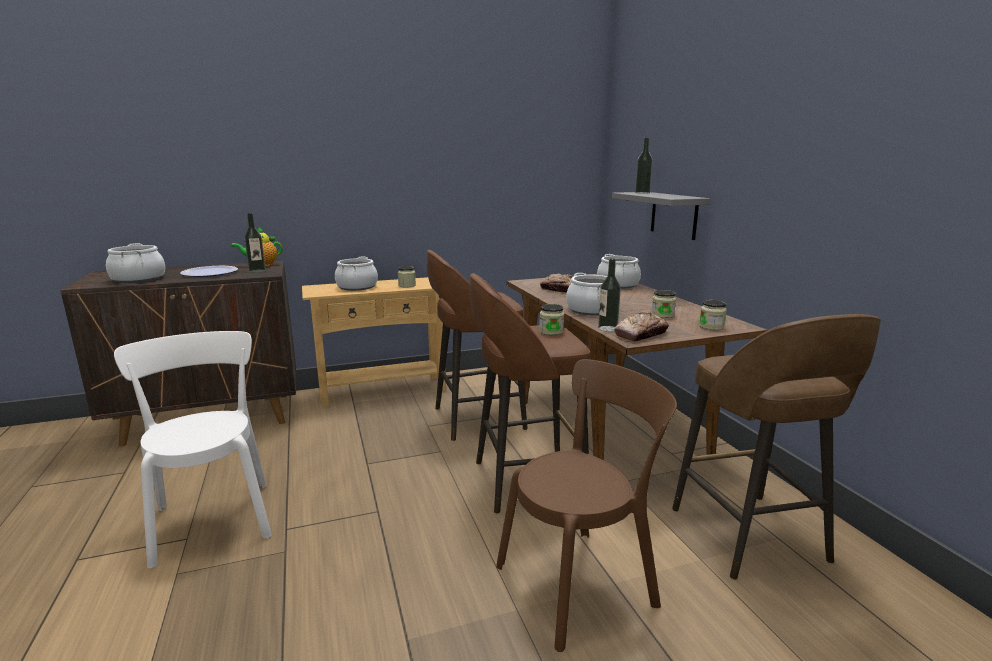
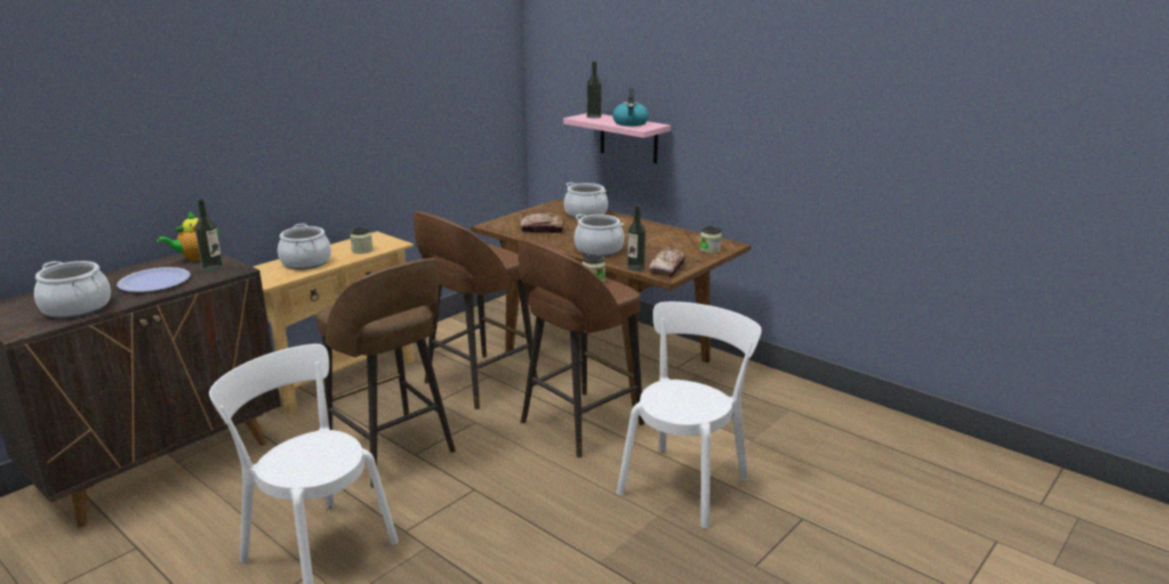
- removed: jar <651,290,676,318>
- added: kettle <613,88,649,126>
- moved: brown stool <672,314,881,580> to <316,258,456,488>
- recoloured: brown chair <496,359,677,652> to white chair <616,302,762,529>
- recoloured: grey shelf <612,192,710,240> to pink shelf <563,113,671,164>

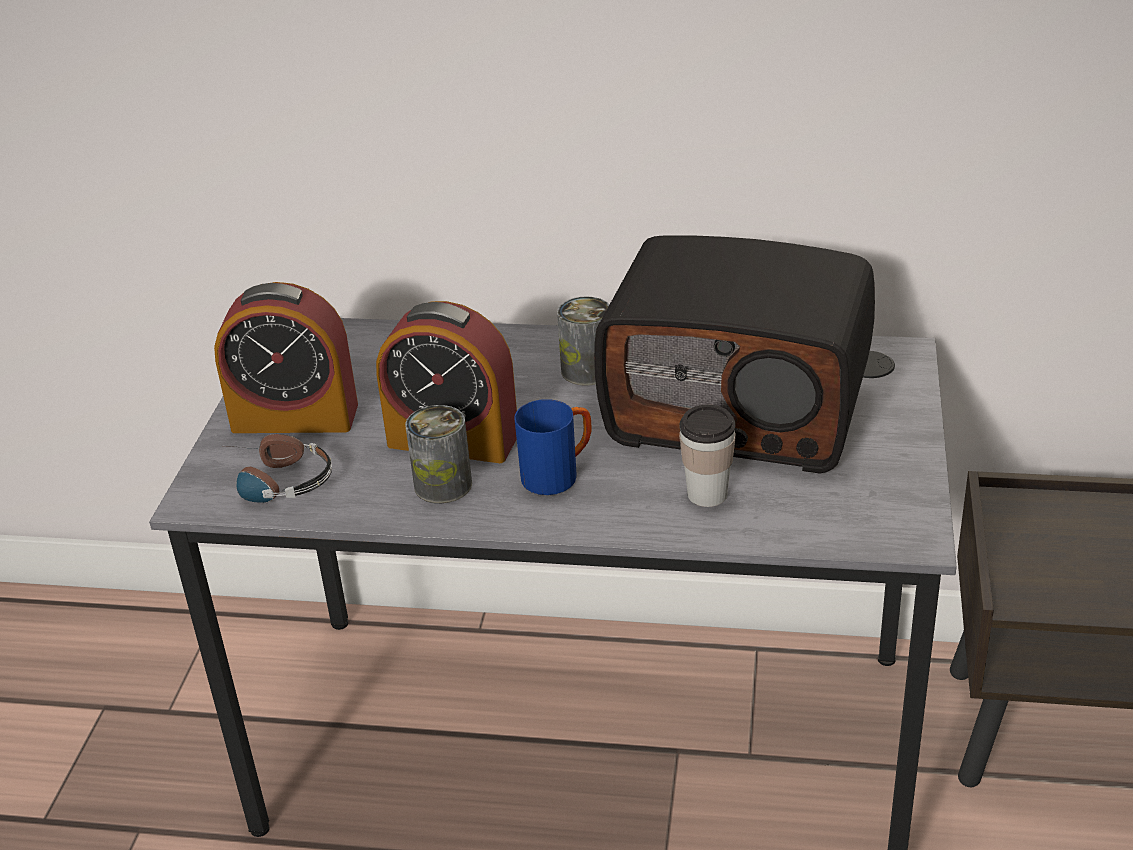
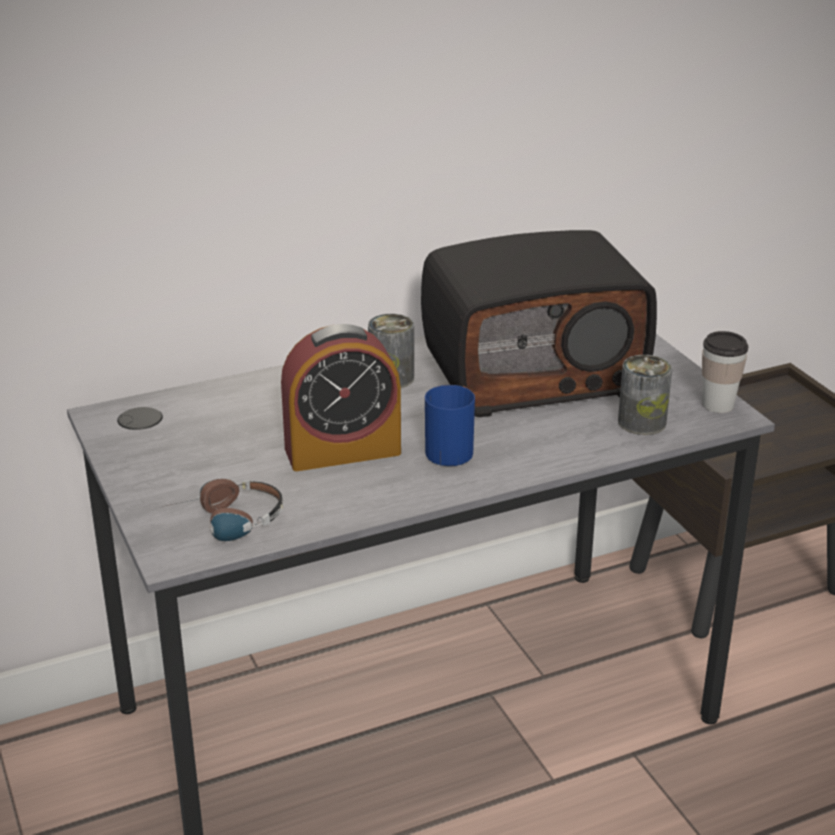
- removed: alarm clock <214,282,358,433>
- moved: can <405,405,472,503> to <618,355,672,435>
- moved: cup <679,405,736,507> to <702,331,748,413>

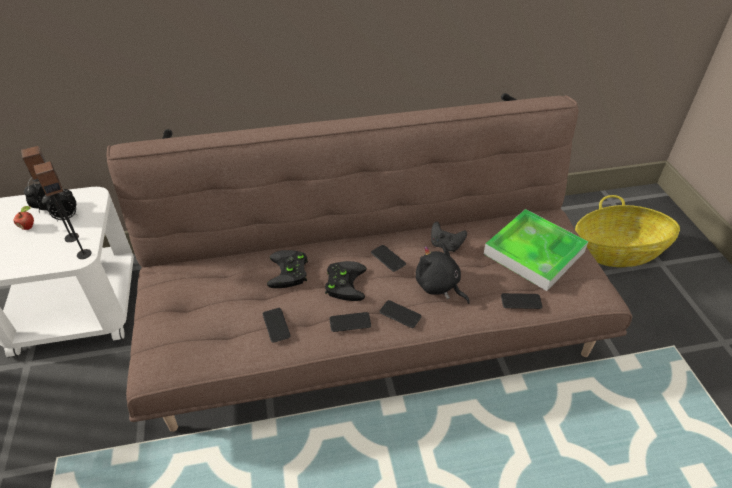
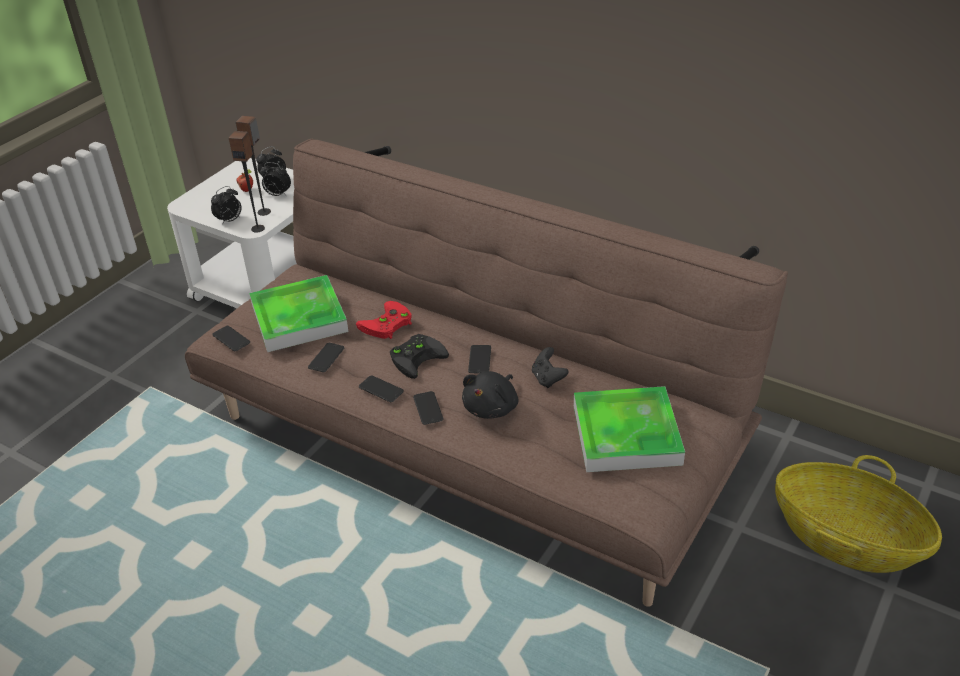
- added: alarm clock <211,186,242,225>
- added: tray <249,275,349,352>
- moved: phone <501,293,543,309> to <212,326,250,351>
- recoloured: black game controller <267,250,308,288> to red game controller <356,301,412,339>
- turned: black plush toy <416,243,470,304> = <462,371,518,419> 150 degrees counterclockwise

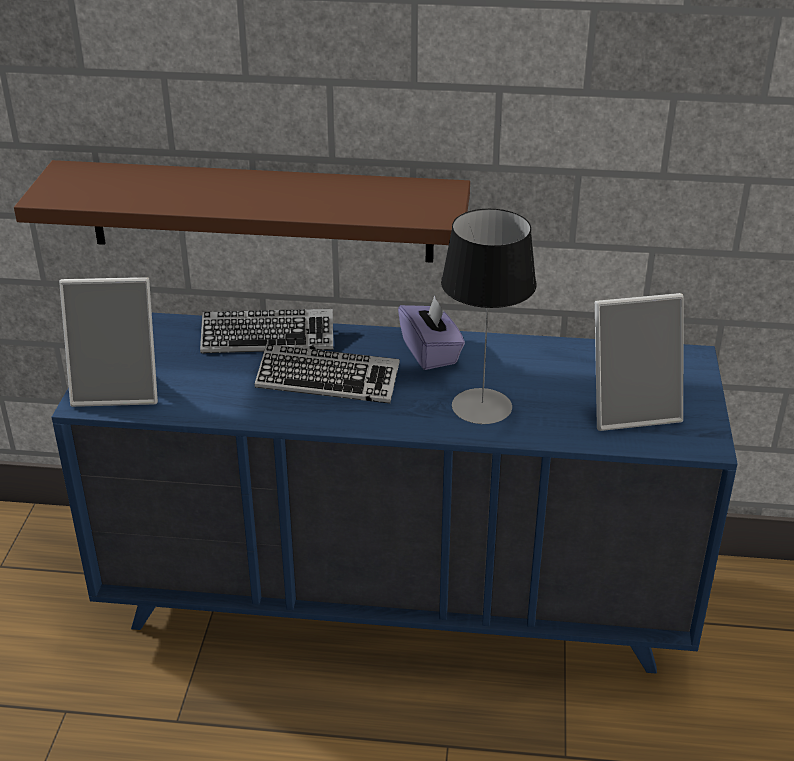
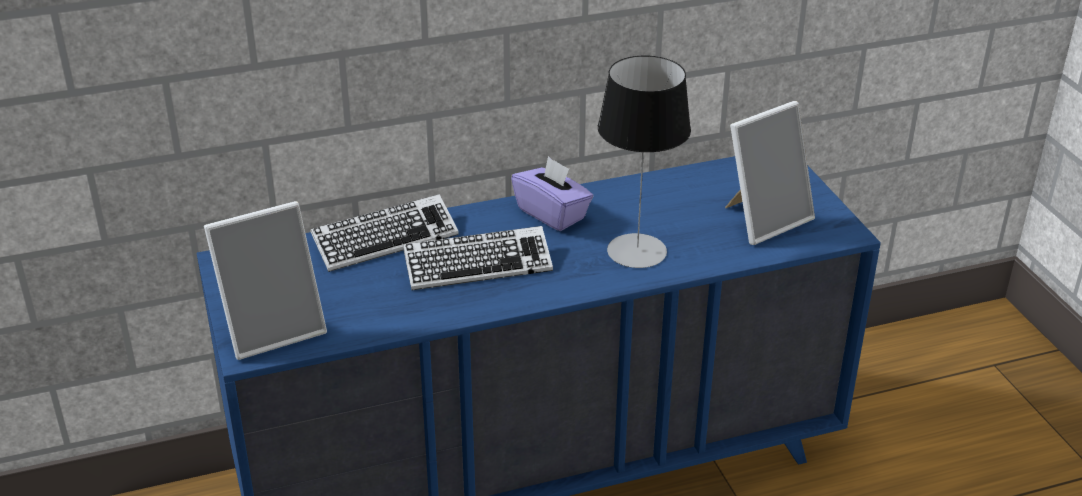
- removed: brown shelf <14,160,470,263>

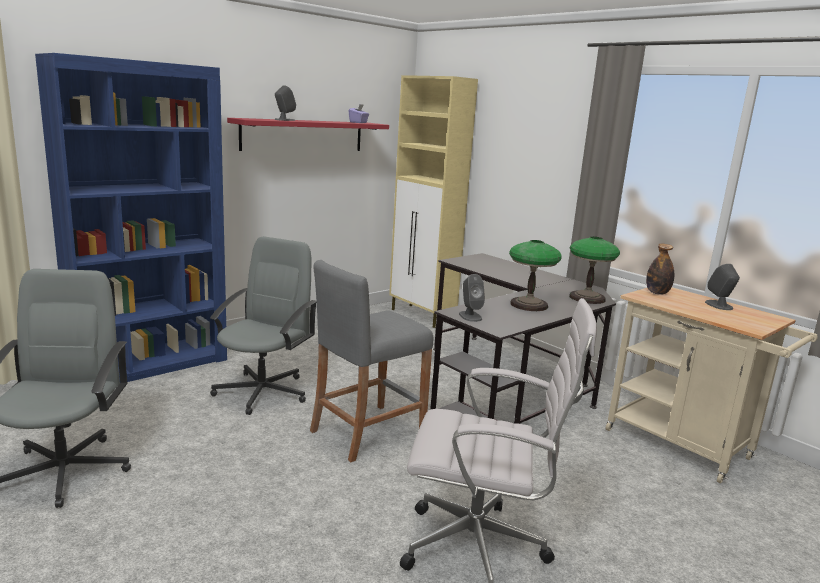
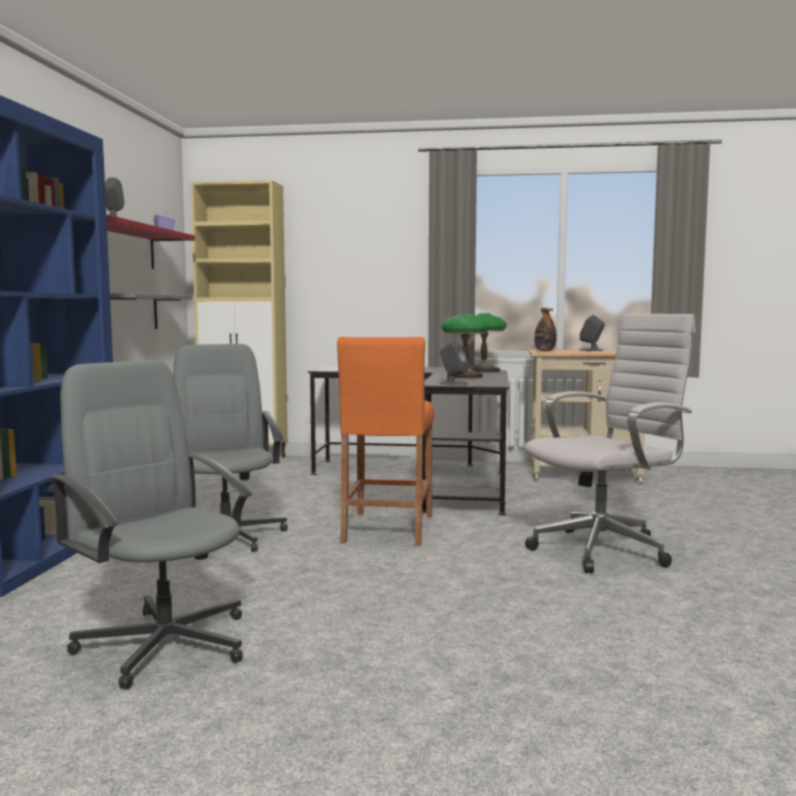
- added: grey shelf <110,293,192,329>
- recoloured: grey stool <310,260,433,462> to orange stool <337,337,434,546>

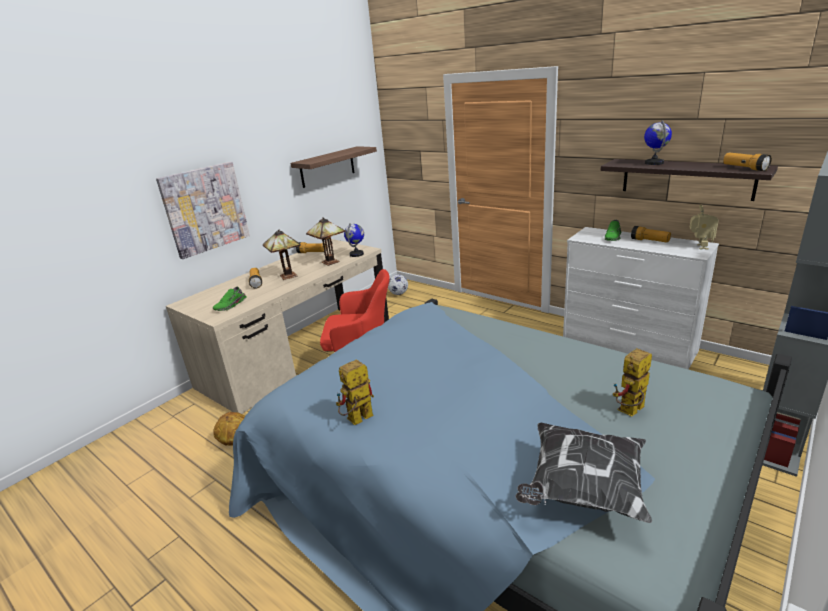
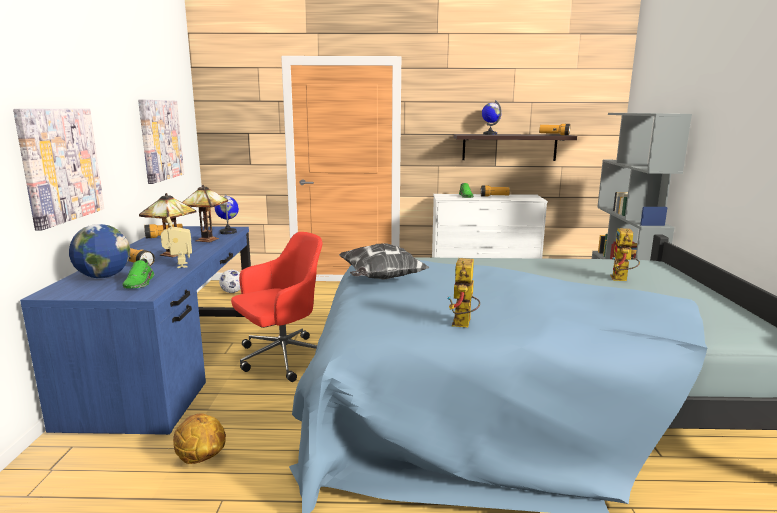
- added: globe <69,224,130,278>
- moved: pillow <516,422,652,523> to <339,244,430,280>
- moved: toy robot <690,205,719,250> to <161,216,192,268>
- replaced: shelf <290,146,377,188> to picture <138,100,184,184>
- recoloured: beige desk <166,239,389,414> to blue desk <20,226,251,435>

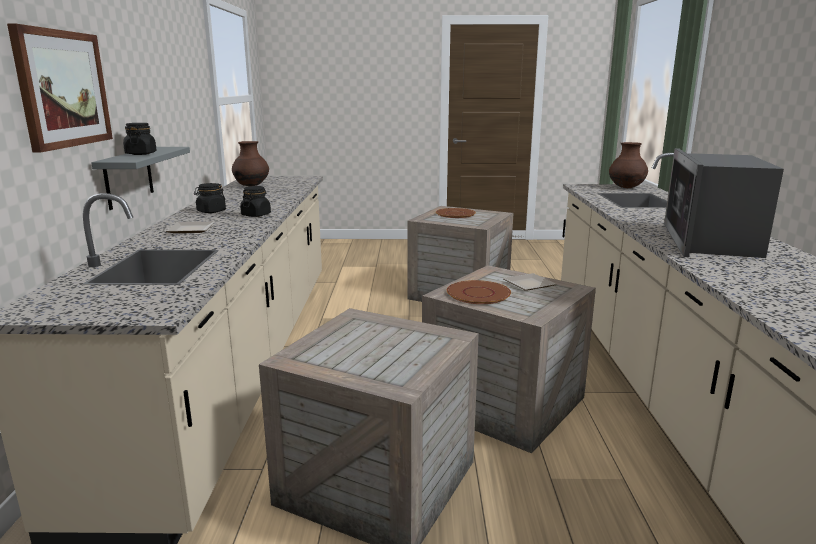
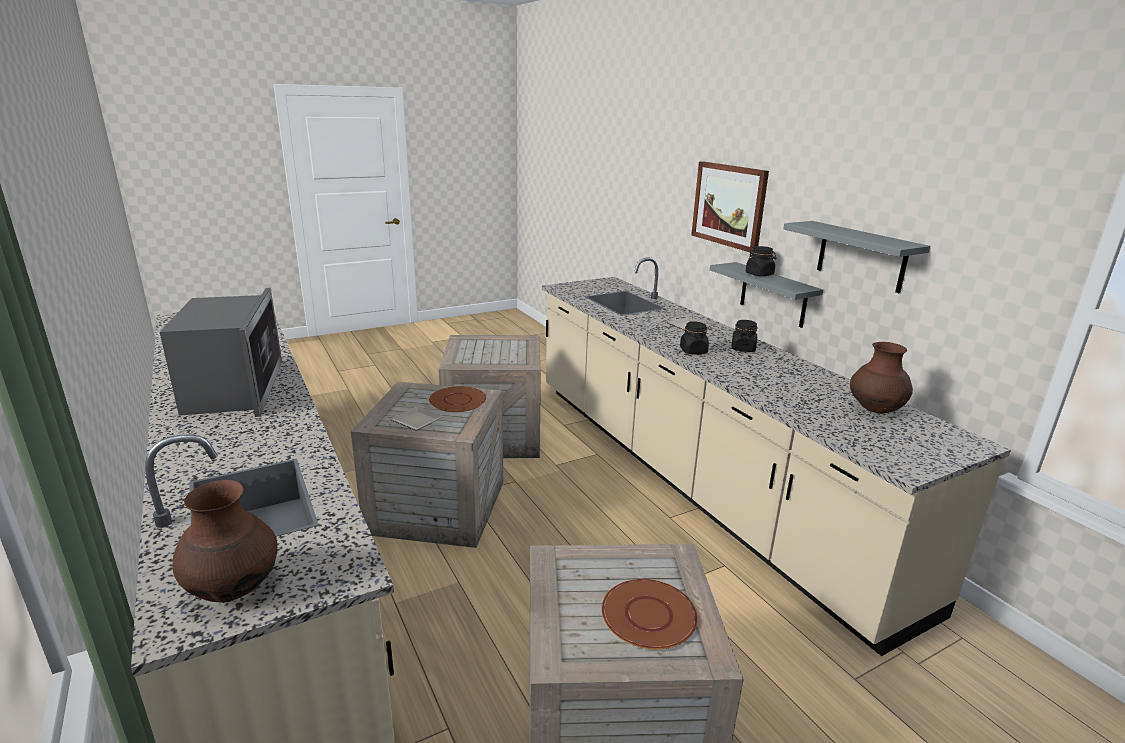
- added: grey shelf <783,221,930,293>

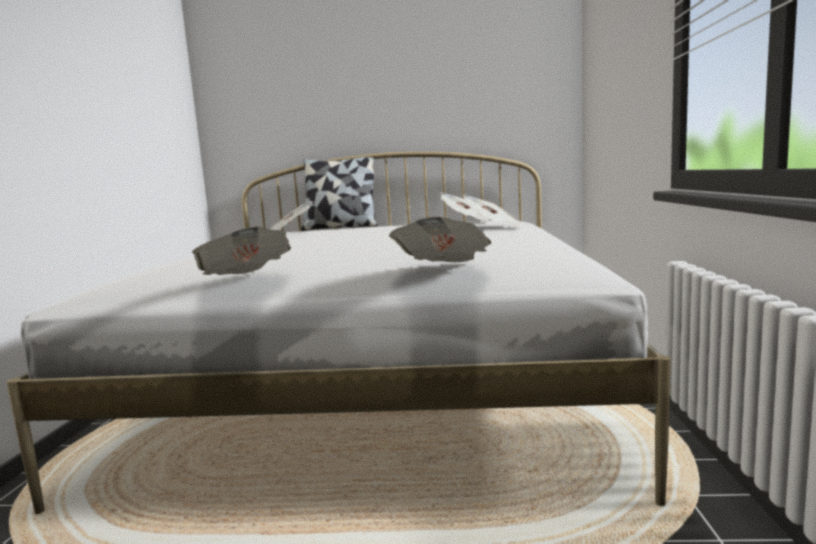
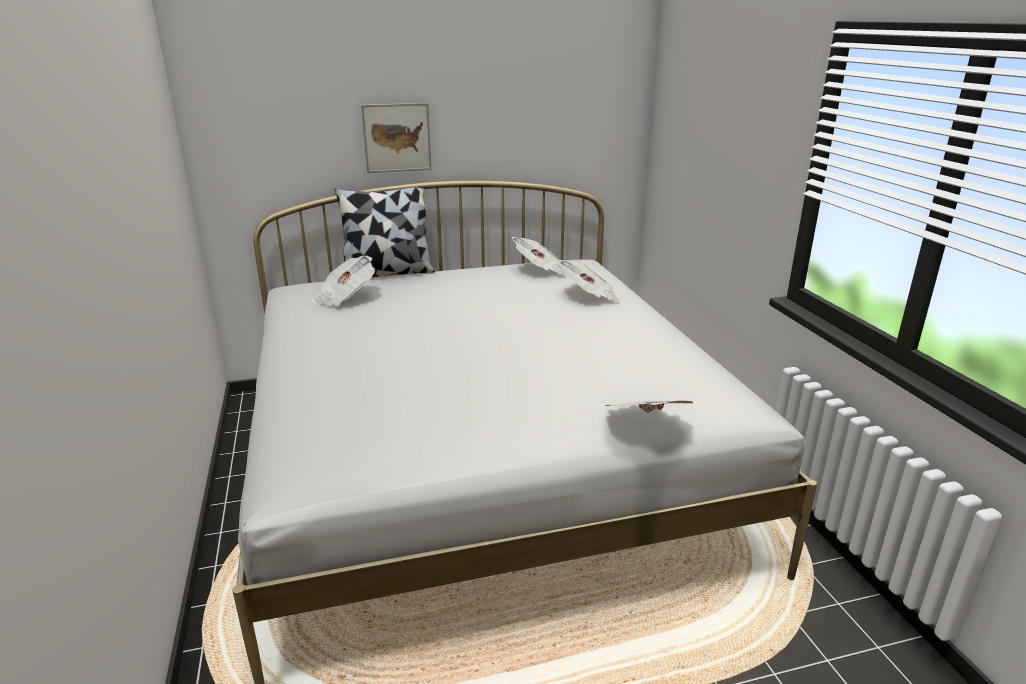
- removed: newspaper <192,227,291,275>
- added: picture <361,103,432,173>

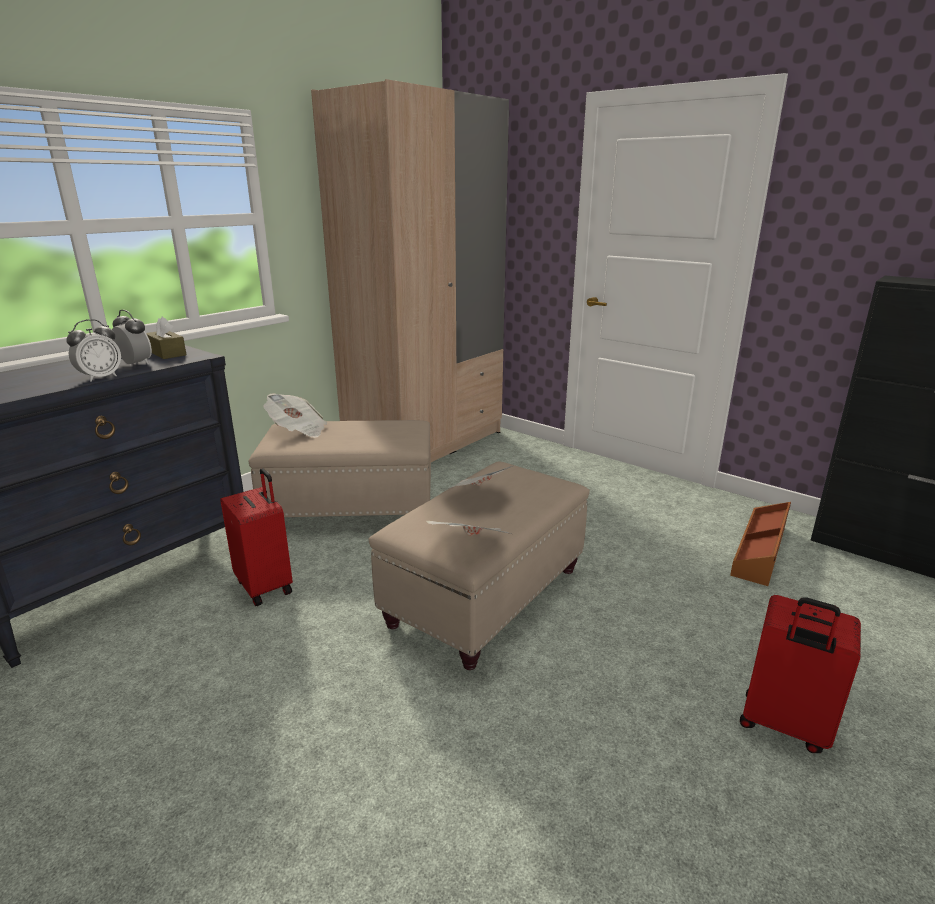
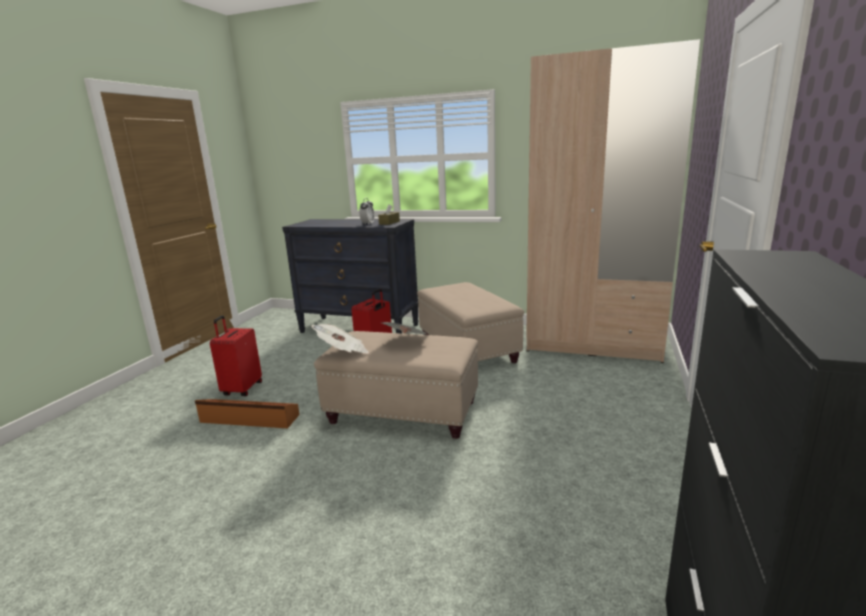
- removed: alarm clock <66,319,121,382>
- removed: newspaper <263,393,328,438>
- moved: brown storage box <730,502,791,586> to <195,399,300,428>
- moved: red suitcase <740,595,861,753> to <210,315,262,396>

